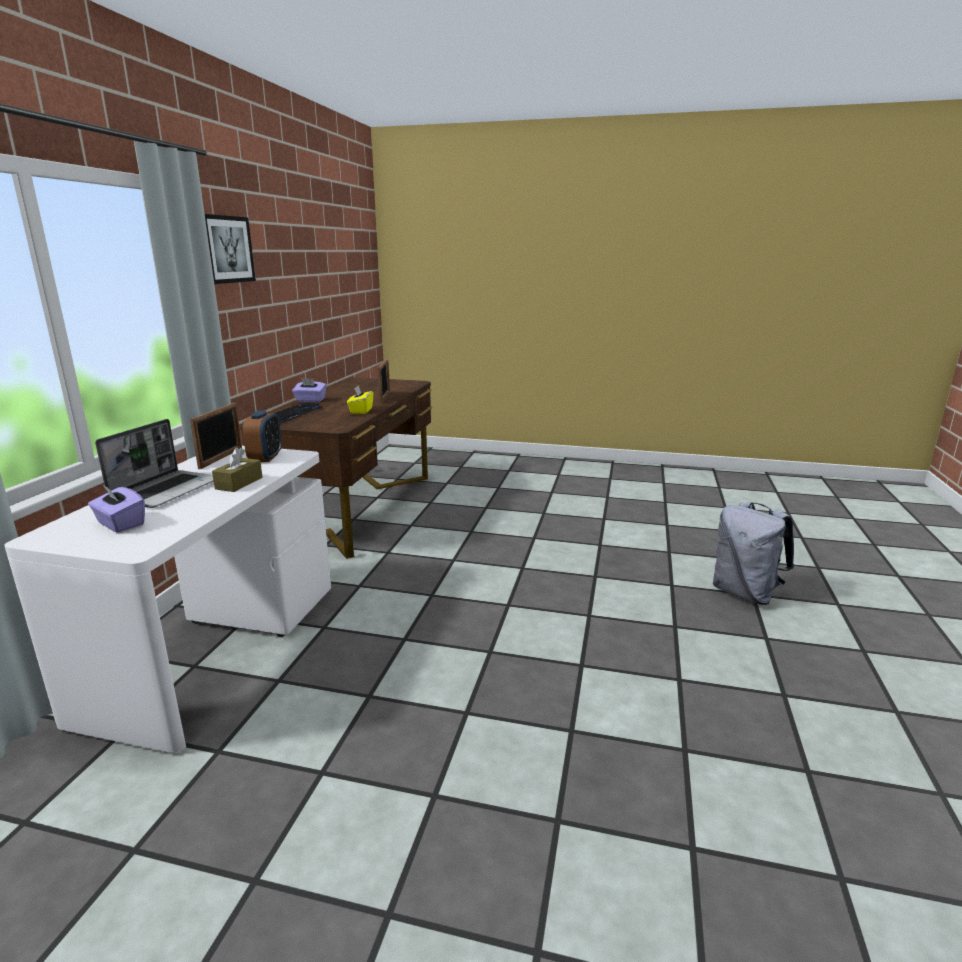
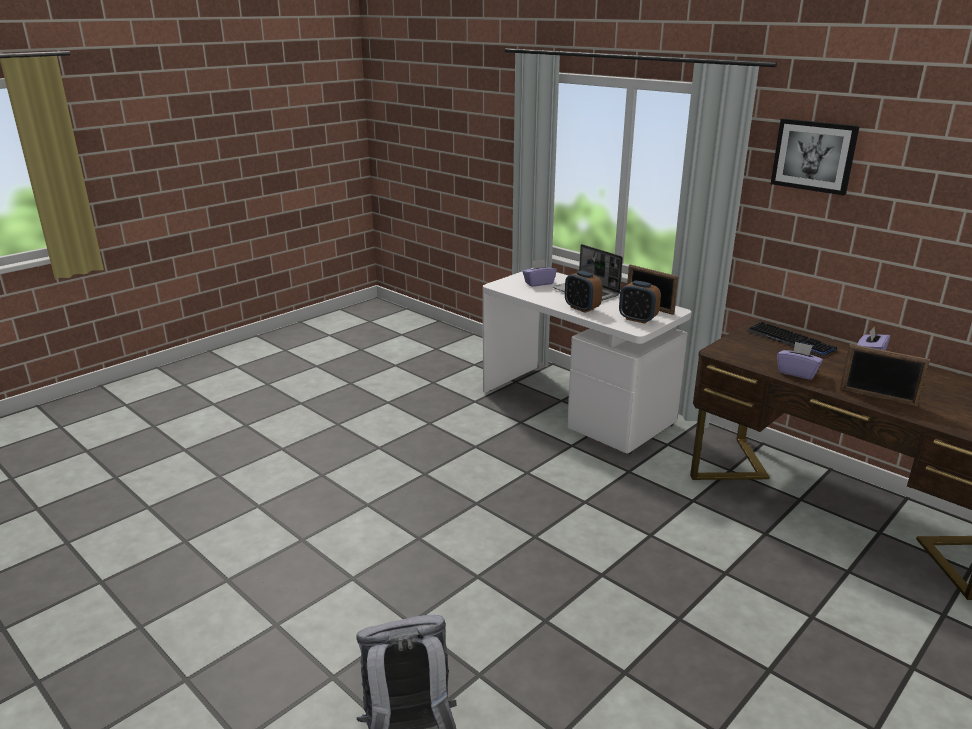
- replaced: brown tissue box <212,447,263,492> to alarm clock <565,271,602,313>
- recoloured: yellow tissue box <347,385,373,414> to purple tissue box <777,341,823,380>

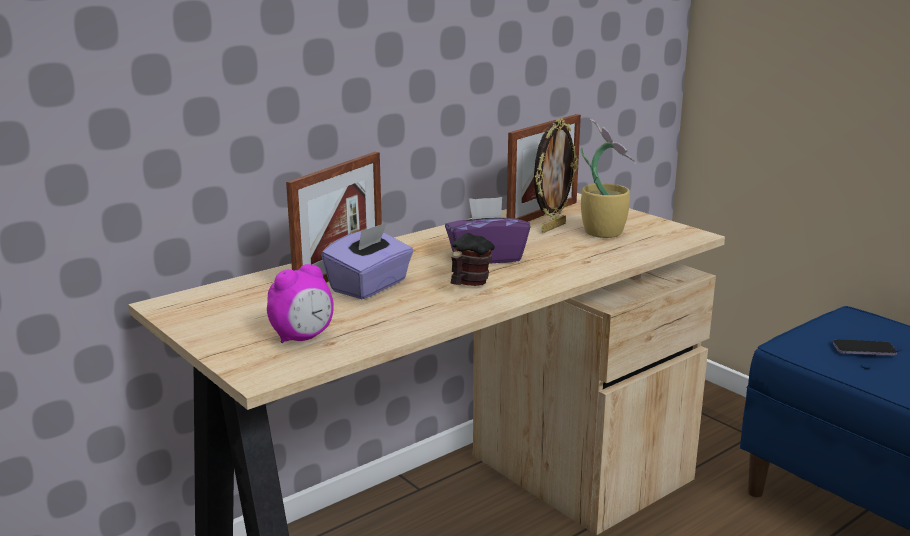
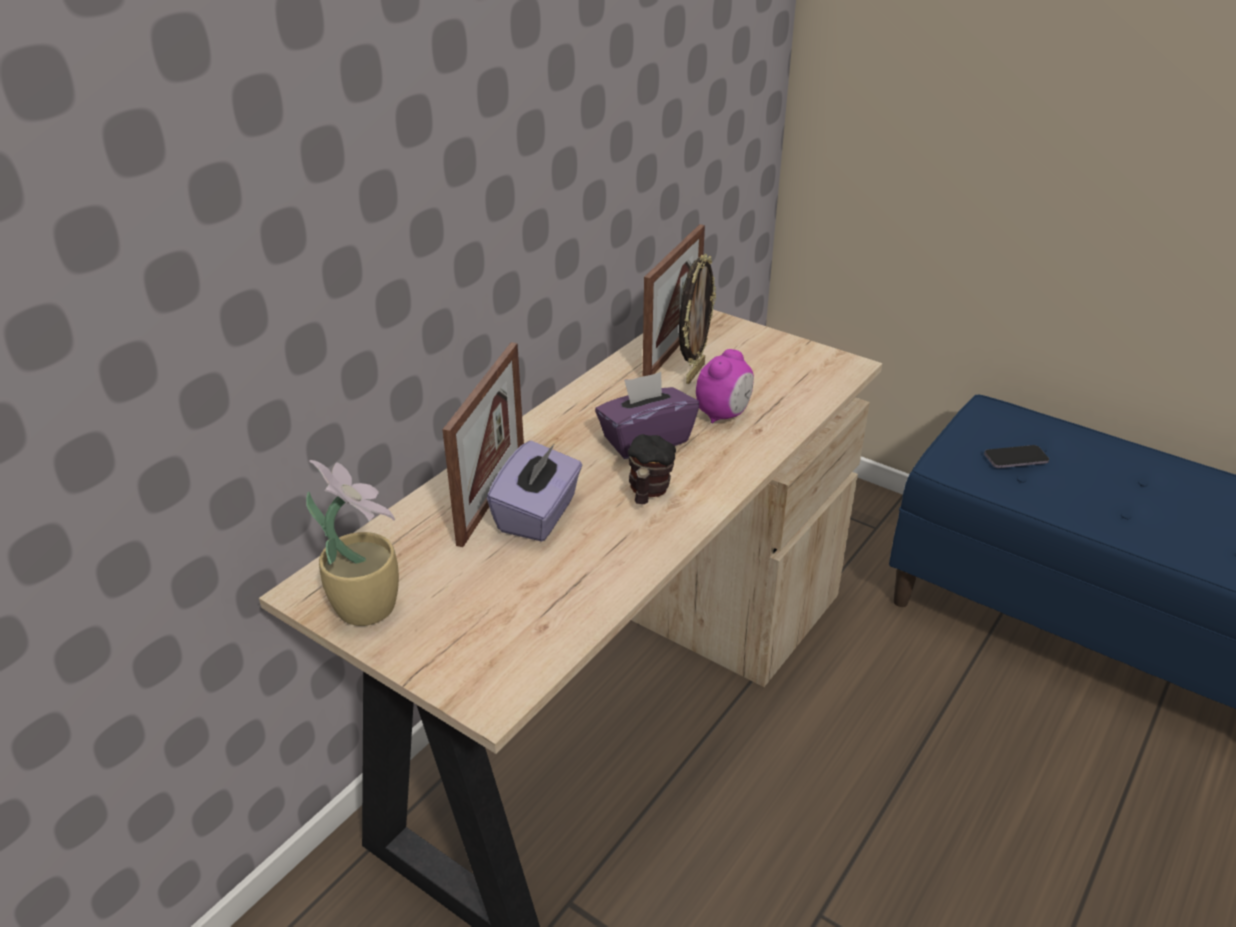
- moved: alarm clock <267,264,334,343> to <696,349,754,424>
- moved: potted plant <581,119,636,238> to <306,460,399,626>

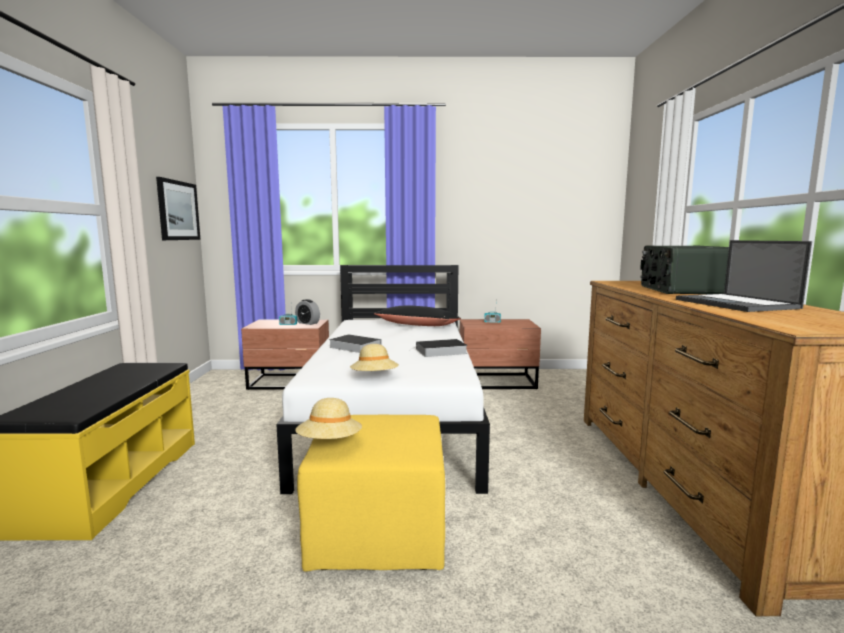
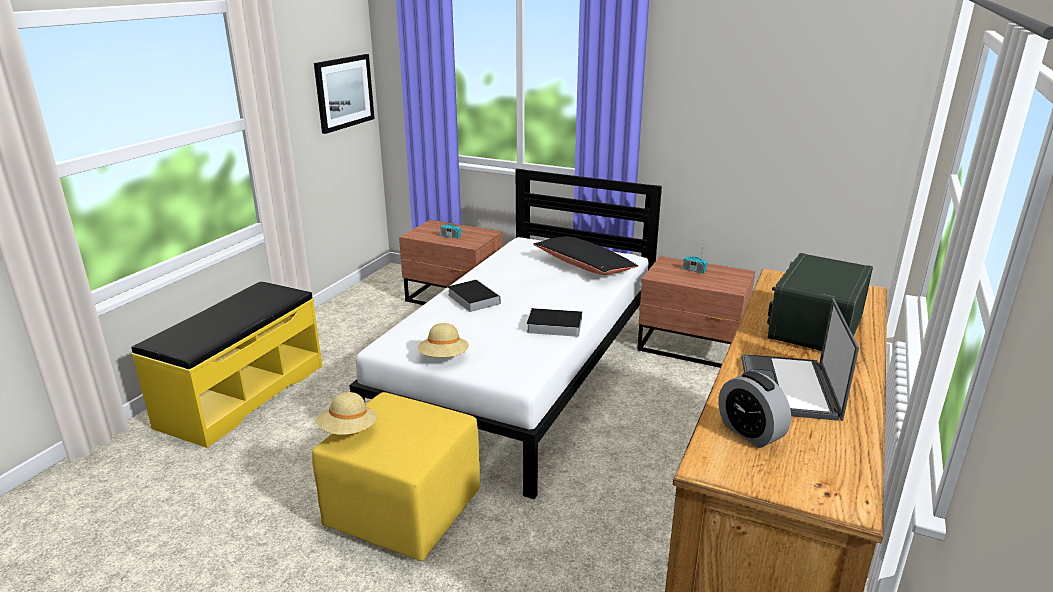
- moved: alarm clock <295,299,320,325> to <718,371,791,448>

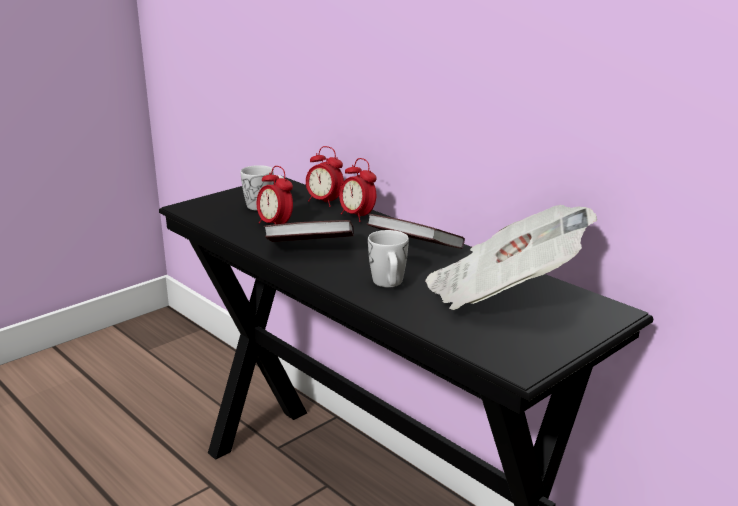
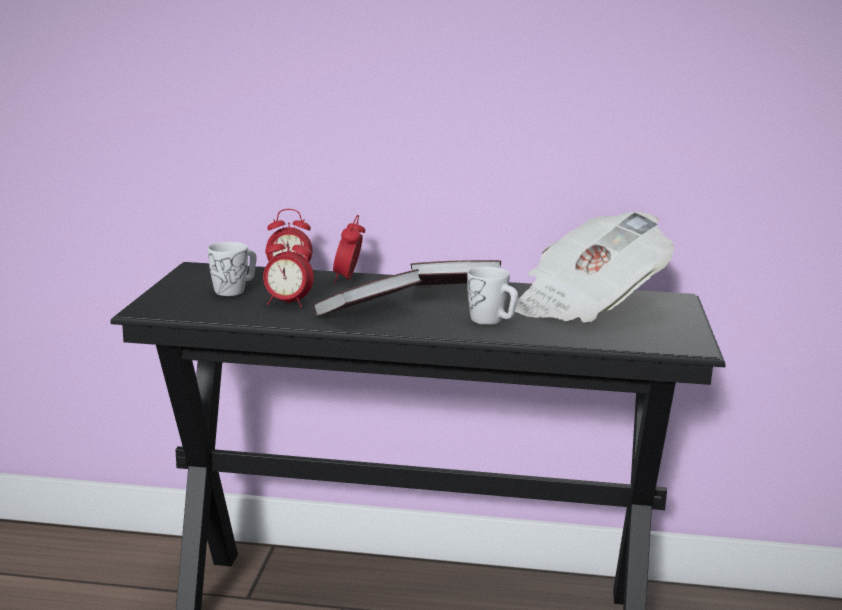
- turned: alarm clock <339,158,377,222> = <333,215,365,283> 90 degrees clockwise

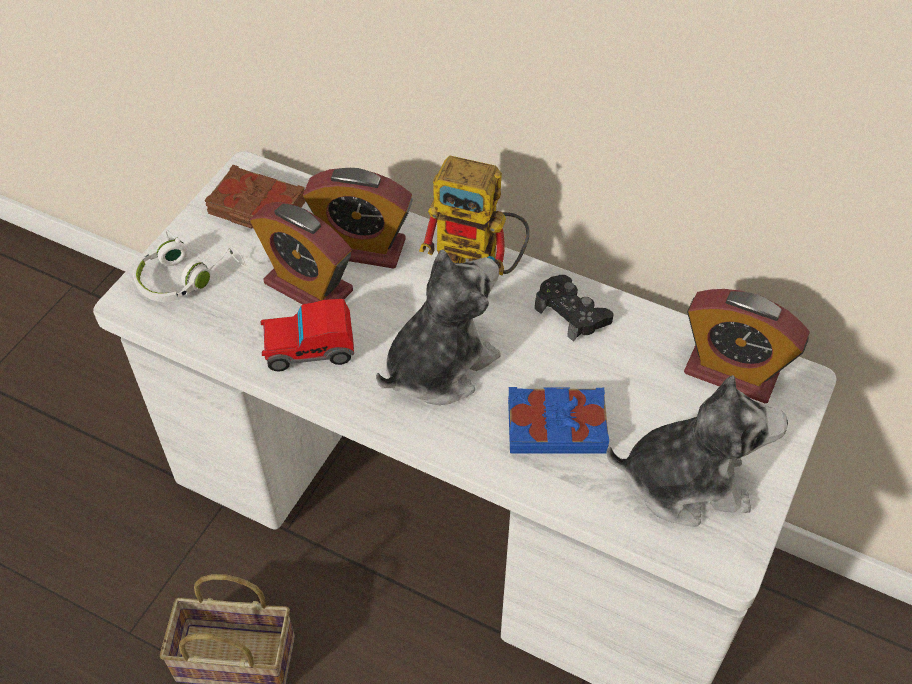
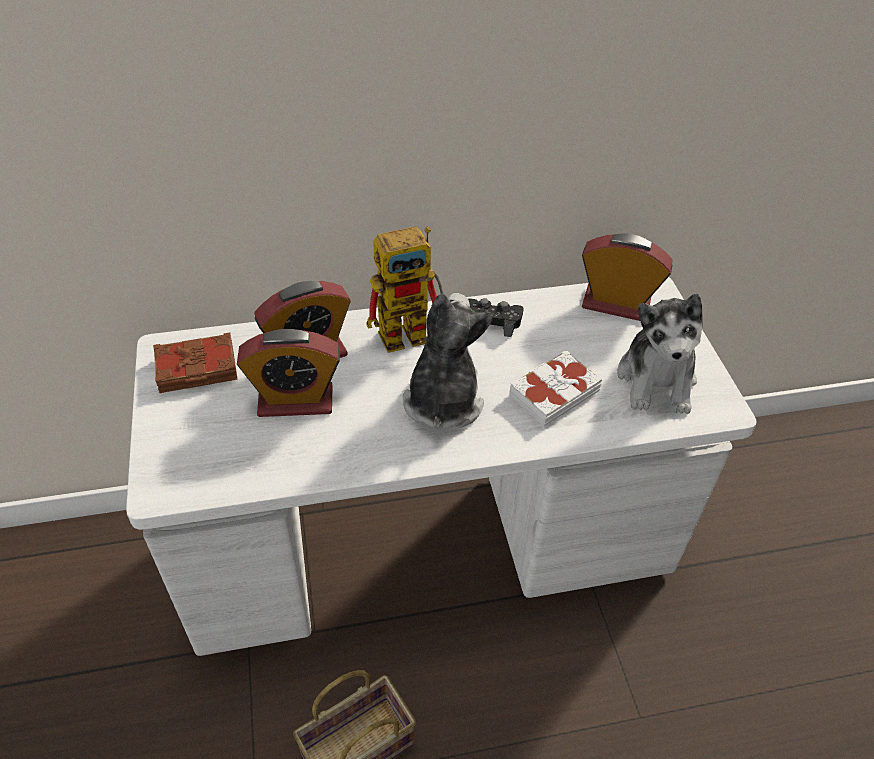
- removed: white headphones <133,230,245,302>
- removed: toy car <261,299,354,371>
- recoloured: blue book <508,387,609,454> to white book <509,350,602,426>
- turned: plush toy <606,375,788,527> = <617,294,703,414> 135 degrees clockwise
- turned: alarm clock <684,289,810,403> = <582,234,673,321> 150 degrees counterclockwise

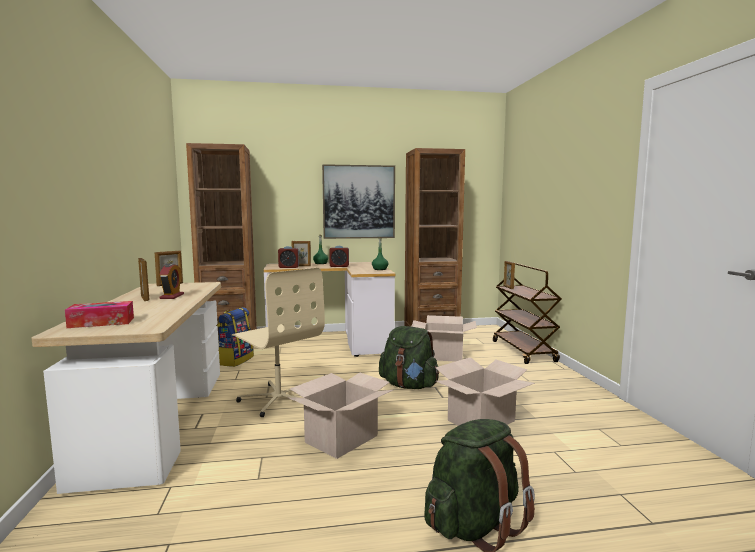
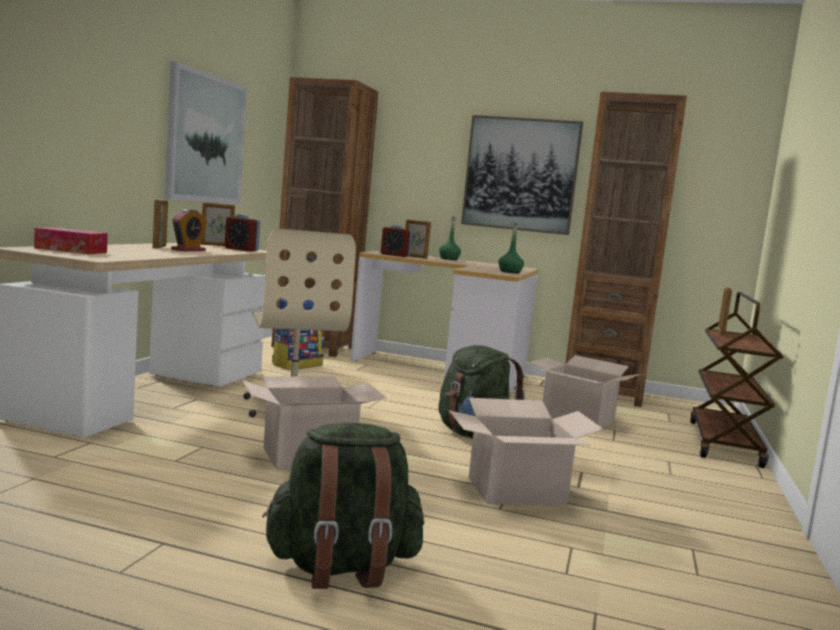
- added: picture <165,61,247,204>
- moved: alarm clock <329,246,349,267> to <225,214,260,251>

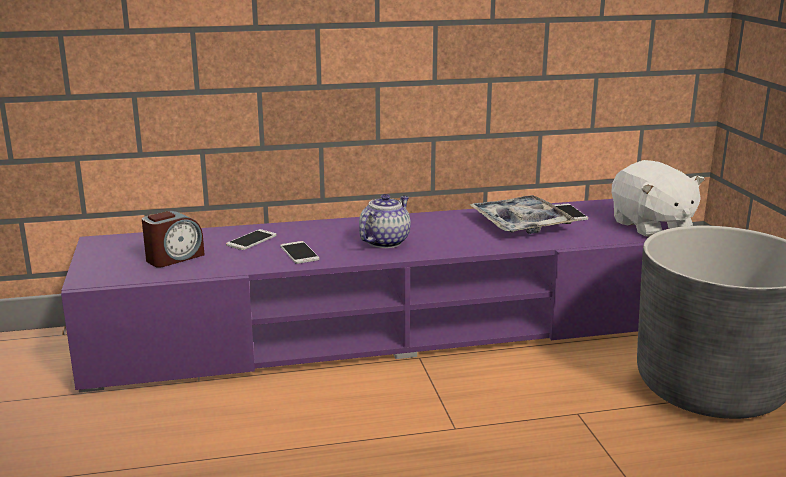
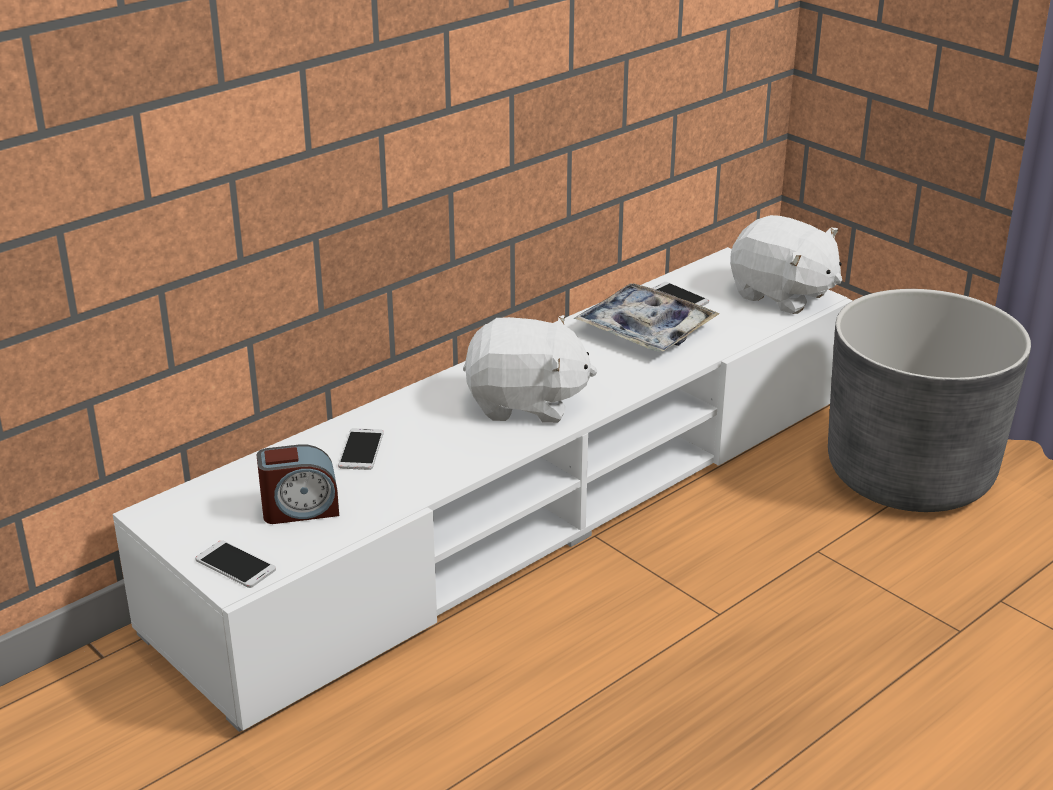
- moved: phone <280,241,320,264> to <195,540,276,588>
- replaced: teapot <359,194,411,248> to white plush toy <463,315,598,423>
- recoloured: purple tv stand <61,199,669,392> to white tv stand <113,247,853,732>
- turned: alarm clock <142,211,205,268> = <257,445,339,524> 60 degrees clockwise

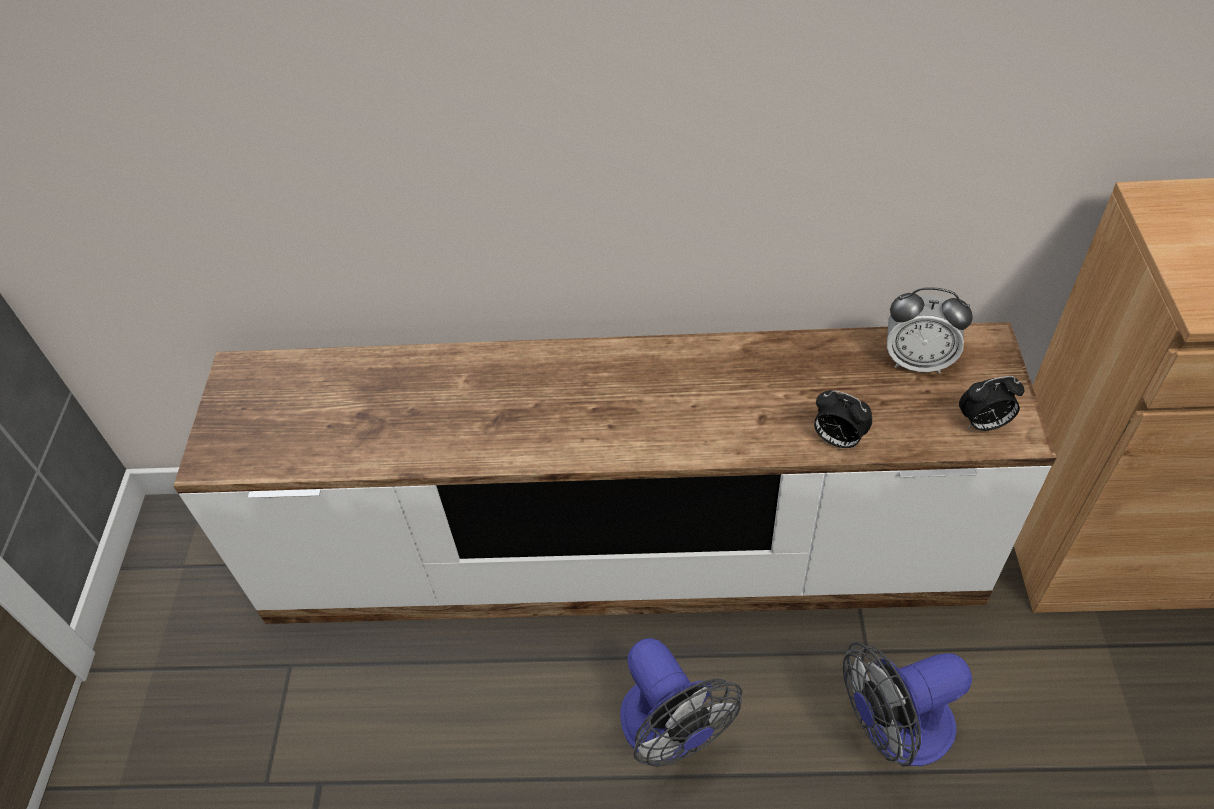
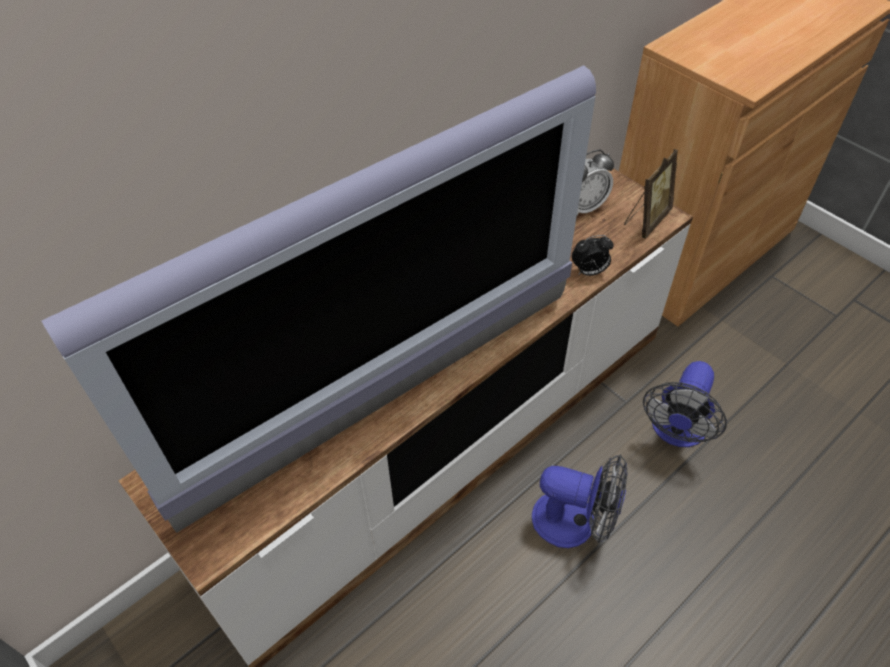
- added: television <42,65,596,533>
- replaced: alarm clock <959,376,1024,431> to picture frame <624,149,678,239>

